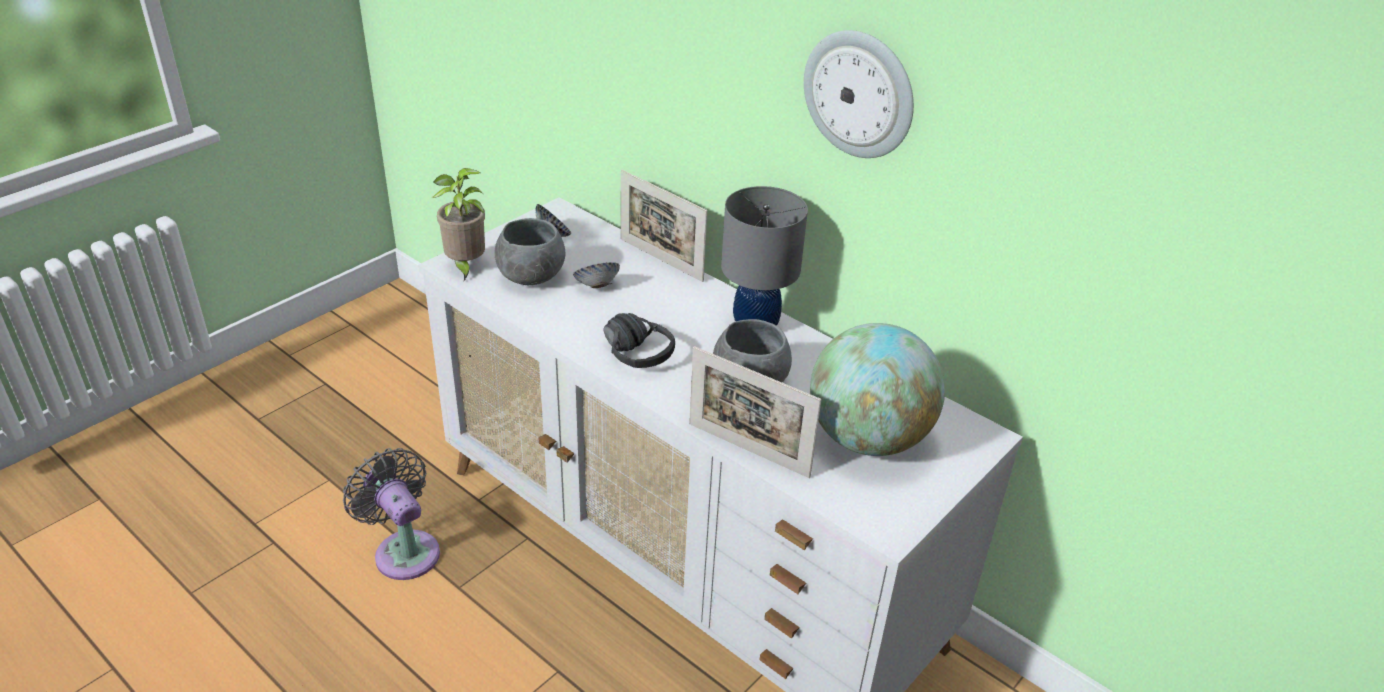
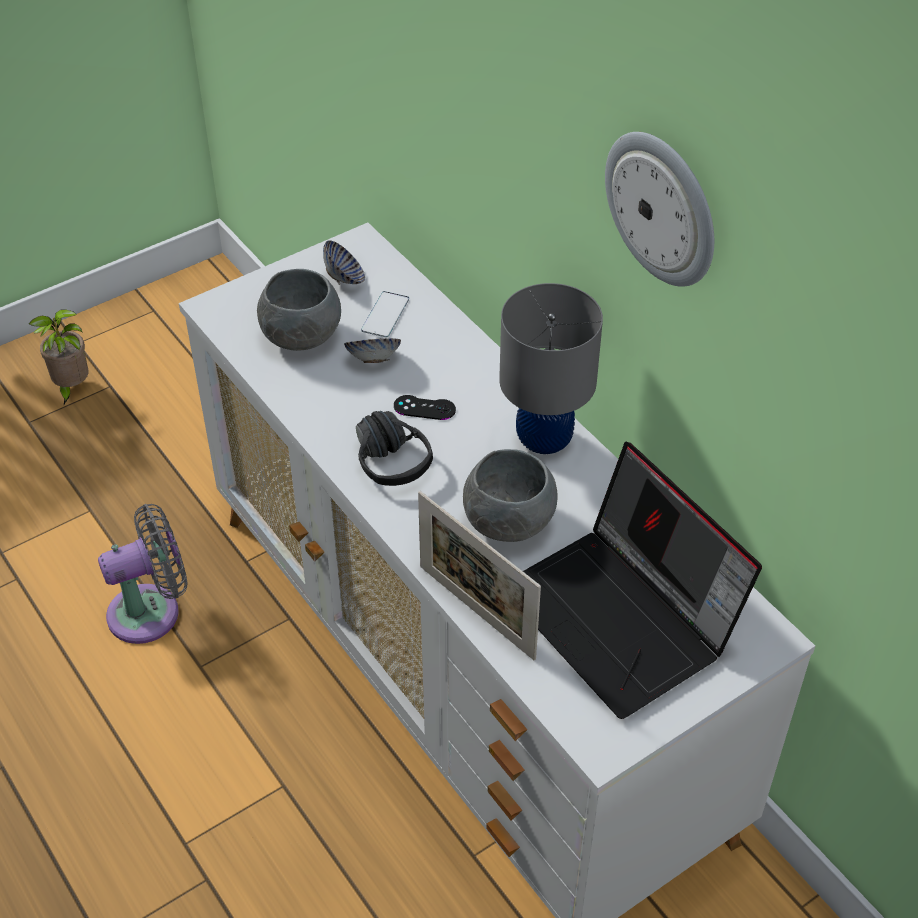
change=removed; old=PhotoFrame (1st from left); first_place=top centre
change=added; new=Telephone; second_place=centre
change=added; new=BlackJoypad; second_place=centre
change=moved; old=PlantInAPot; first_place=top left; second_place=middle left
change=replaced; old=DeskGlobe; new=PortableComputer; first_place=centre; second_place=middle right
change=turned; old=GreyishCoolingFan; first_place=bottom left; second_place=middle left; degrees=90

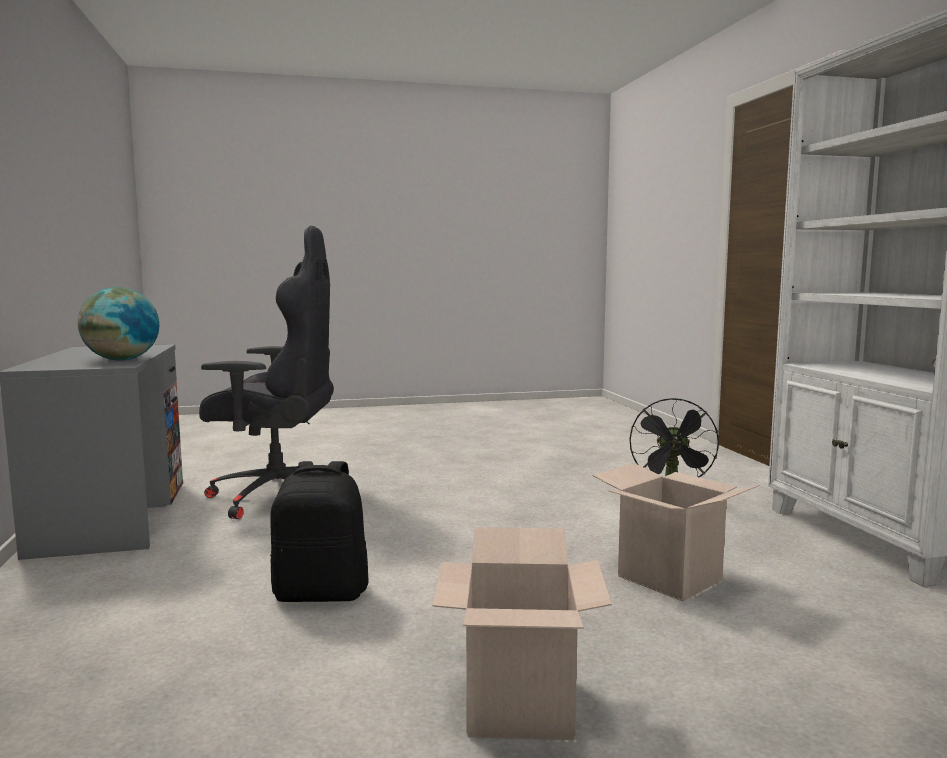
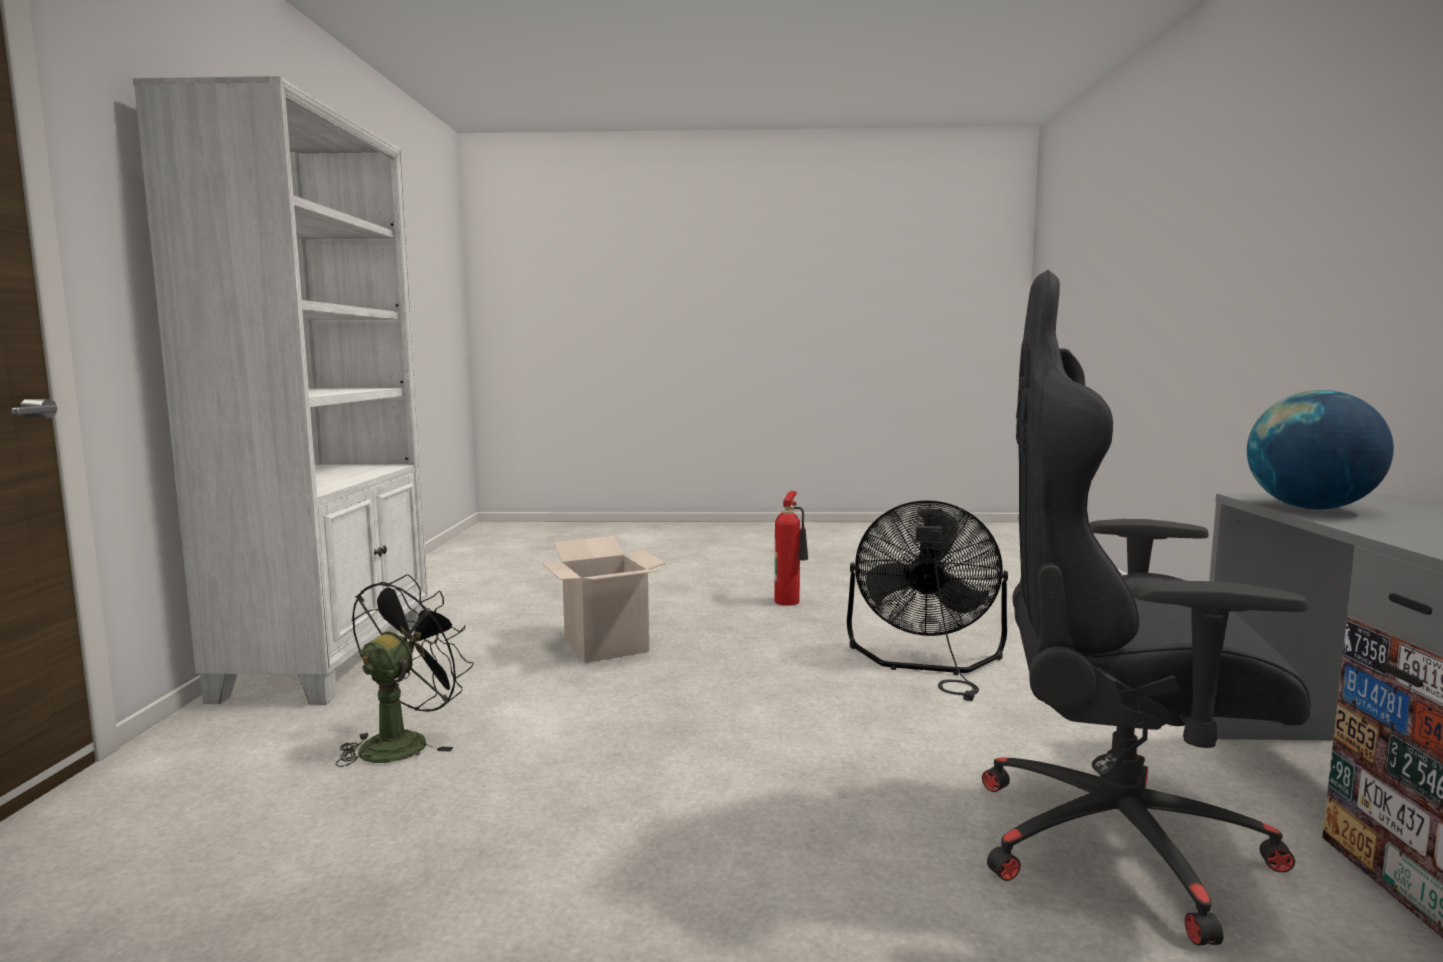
change=replaced; old=BlackBackpack; new=BlackCoolingFan (2nd from left); first_place=bottom centre; second_place=centre
change=replaced; old=Carton (1st from left); new=FireExtinguisher; first_place=bottom centre; second_place=centre

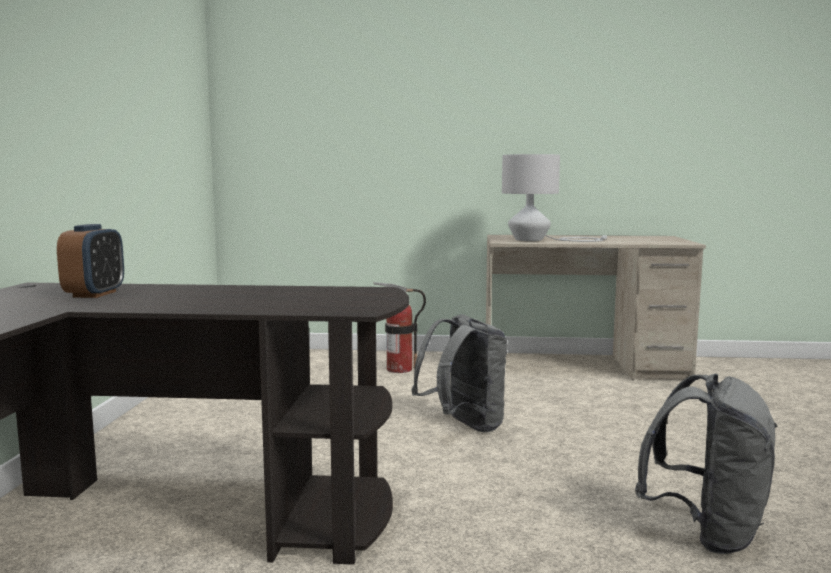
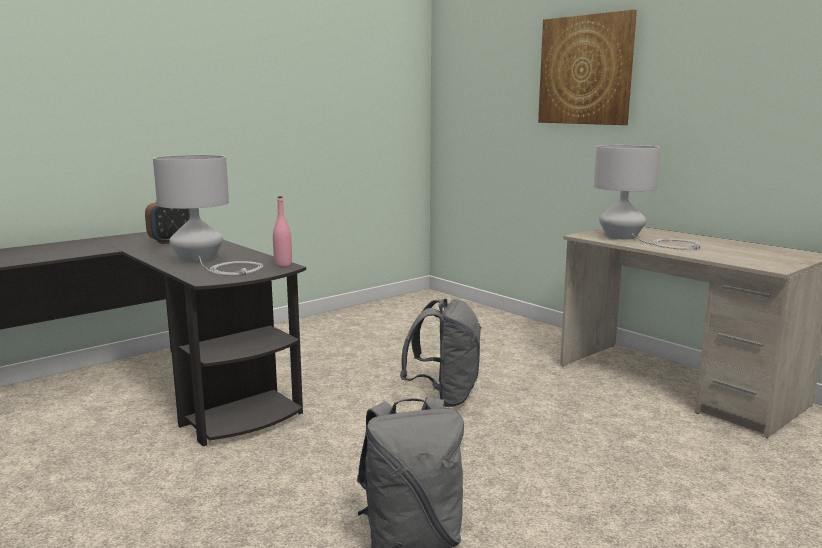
change=removed; old=FireExtinguisher; first_place=centre
change=added; new=WhiteColouredTabletopLamp (1st from left); second_place=middle left
change=added; new=PinkishBottle; second_place=centre
change=added; new=WallArt; second_place=top right

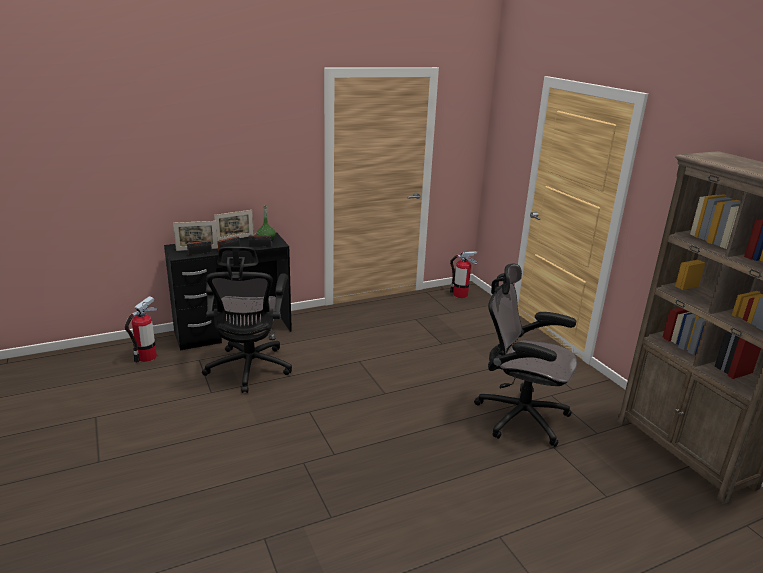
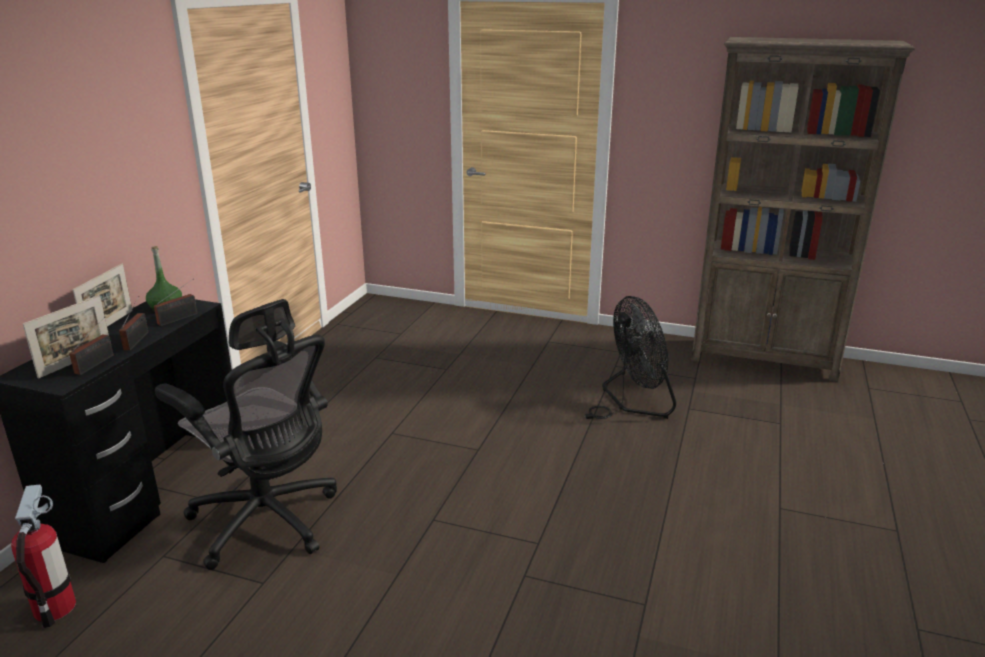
change=removed; old=FireExtinguisher (2nd from left); first_place=centre
change=replaced; old=ComputerChair (2nd from left); new=BlackCoolingFan; first_place=middle right; second_place=centre

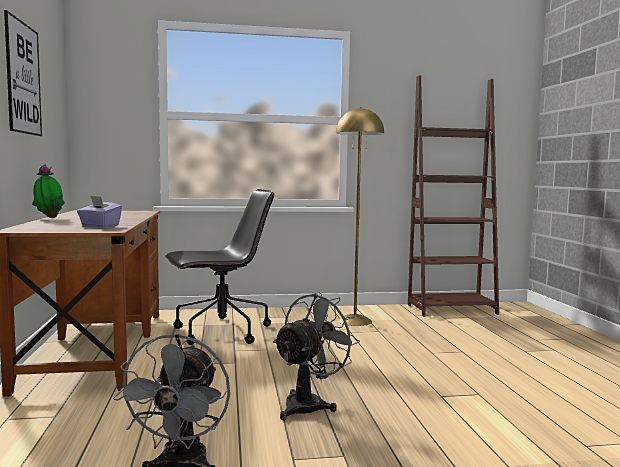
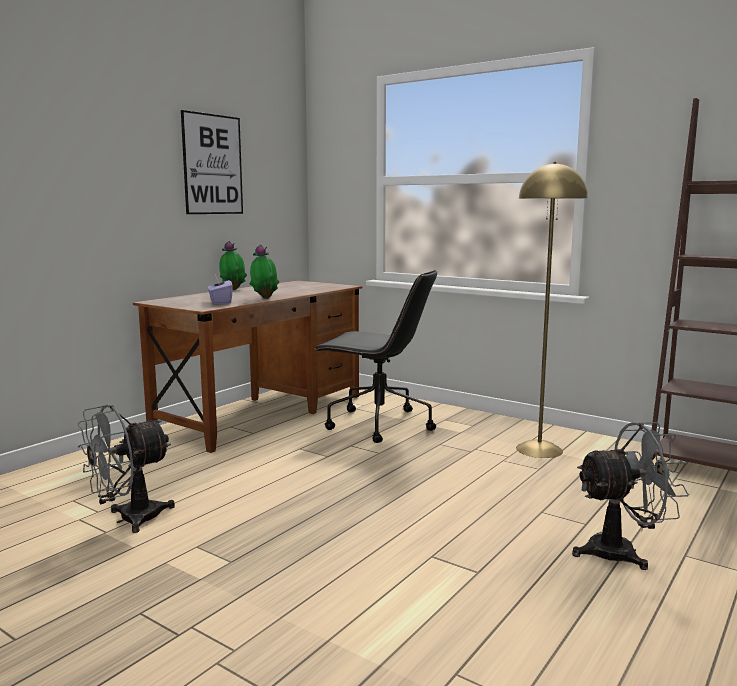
change=added; new=PlantInAPot (2nd from left); second_place=centre
change=moved; old=GreyishCoolingFan (2nd from left); first_place=bottom centre; second_place=bottom right

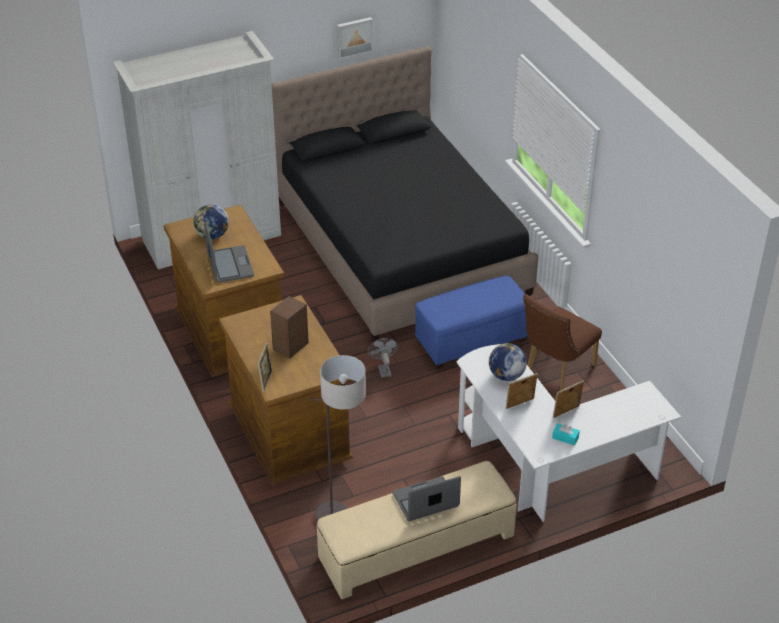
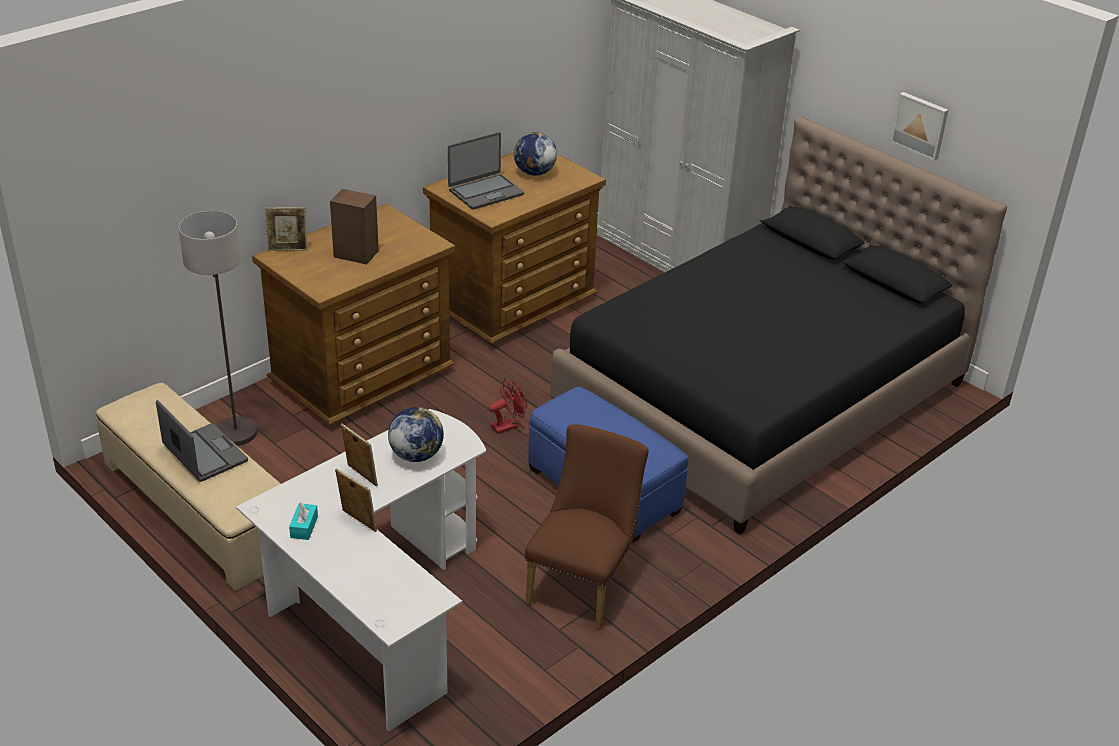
change=recoloured; old=GreyishCoolingFan; new=RedColouredCoolingFan; first_place=centre; second_place=centre
change=turned; old=BrownColouredChair; first_place=middle right; second_place=bottom centre; degrees=90

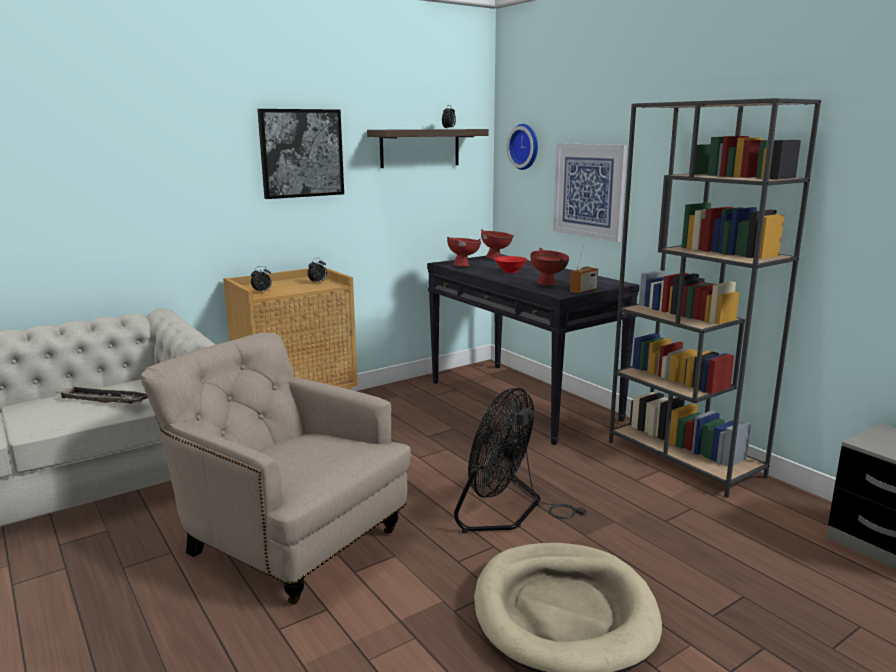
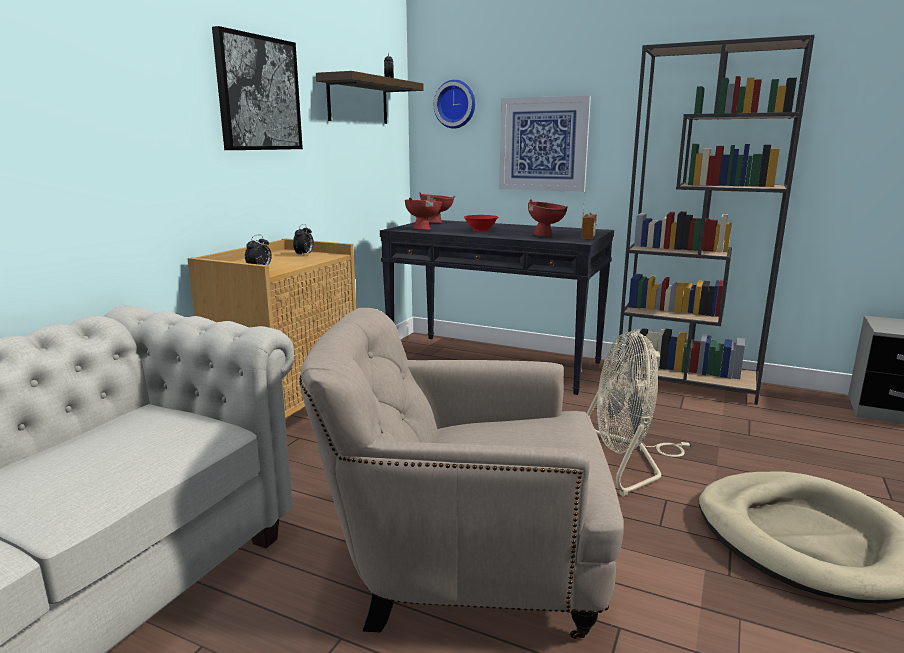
change=removed; old=Tray; first_place=middle left
change=recoloured; old=BlackCoolingFan; new=BeigeCoolingFan; first_place=bottom centre; second_place=middle right

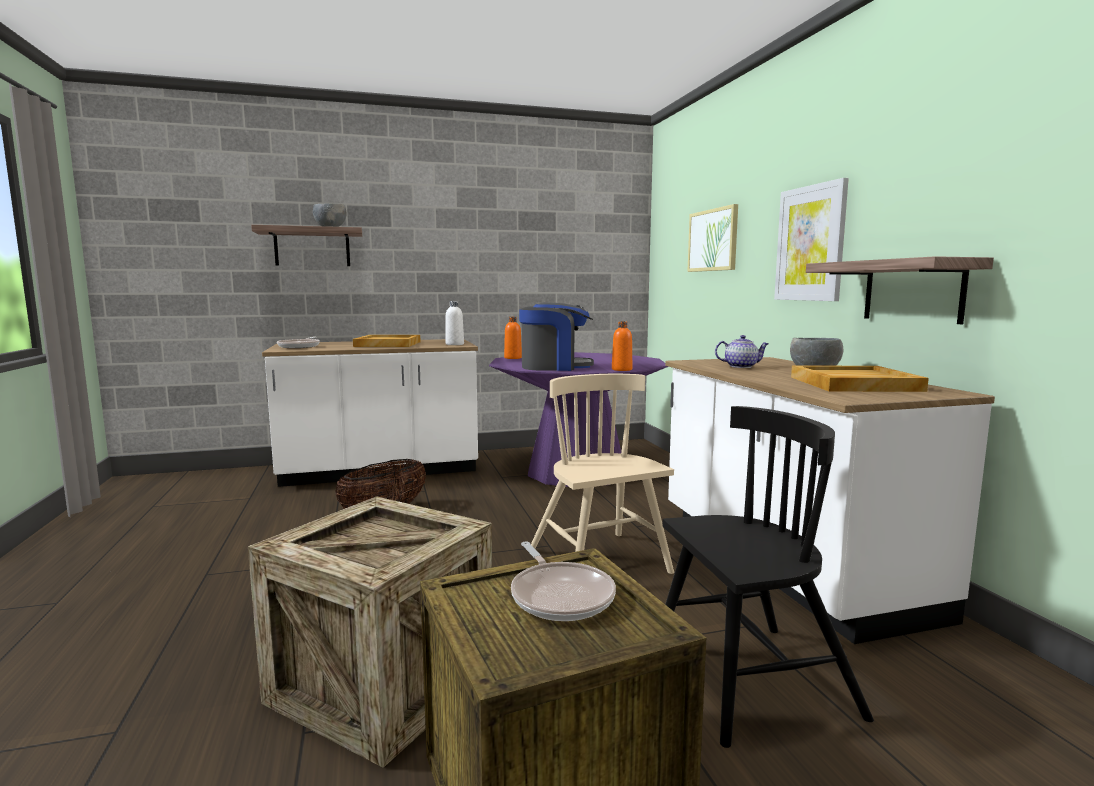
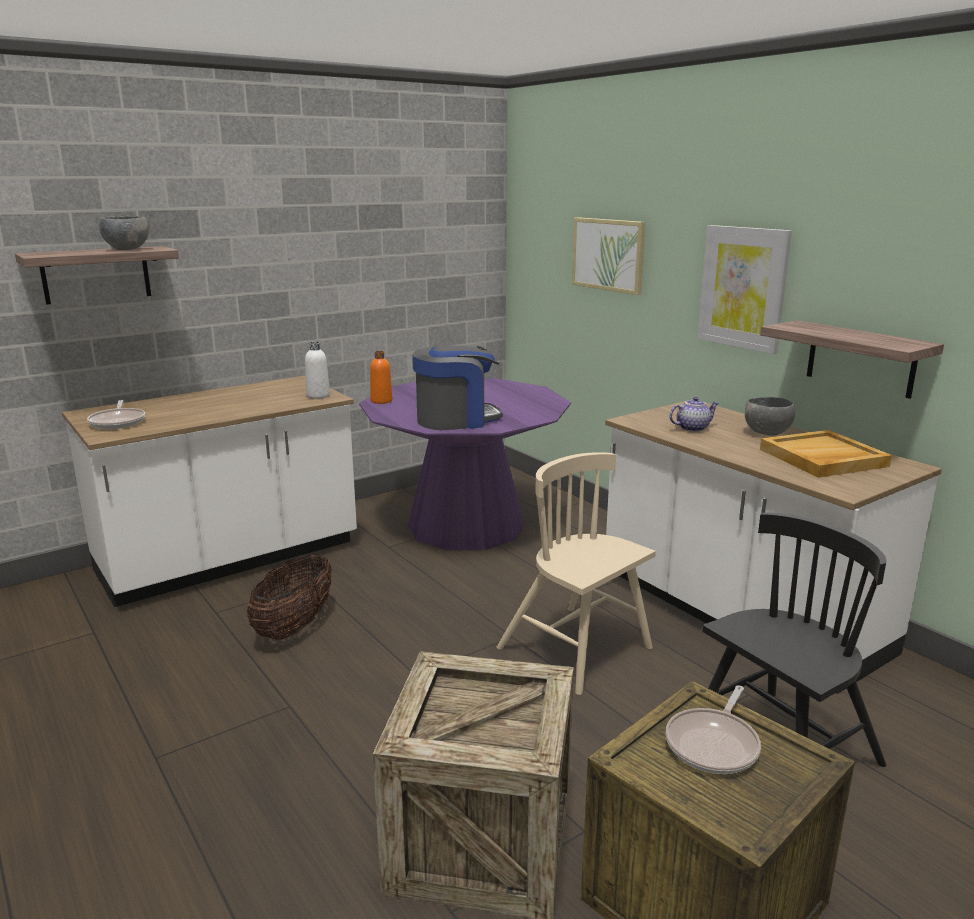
change=removed; old=BeigeTray (1st from left); first_place=centre
change=removed; old=OrangeBottle (2nd from left); first_place=centre
change=turned; old=FryingPan (2nd from left); first_place=bottom centre; second_place=bottom right; degrees=75

